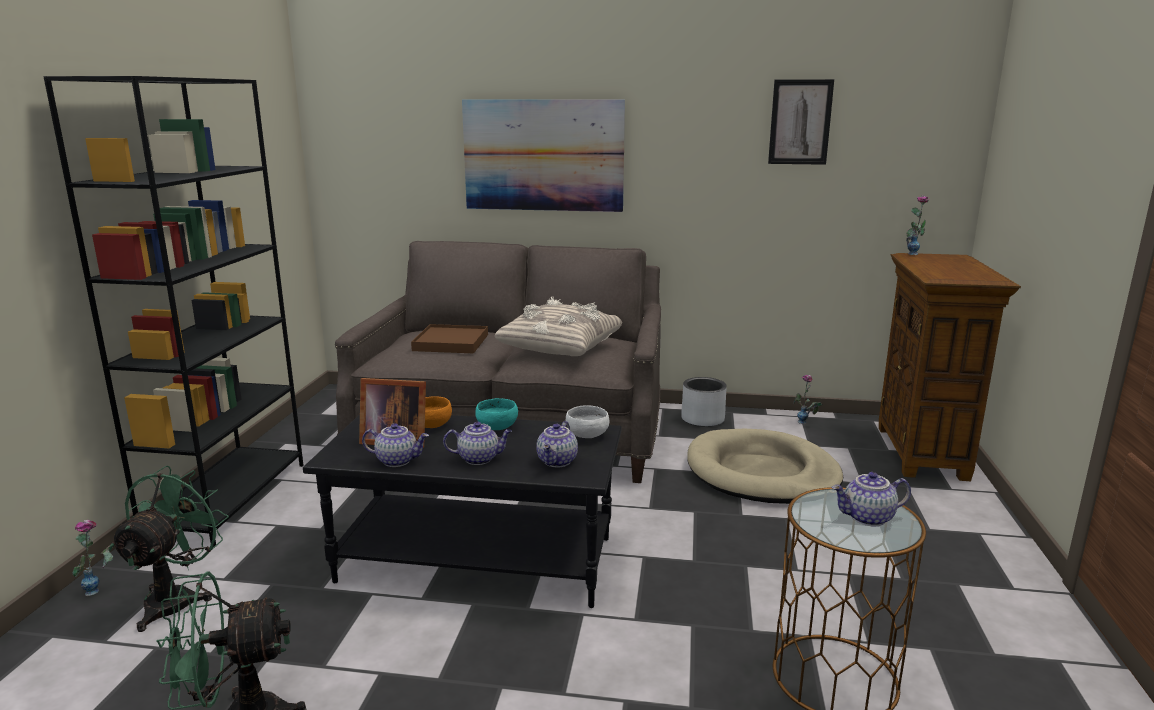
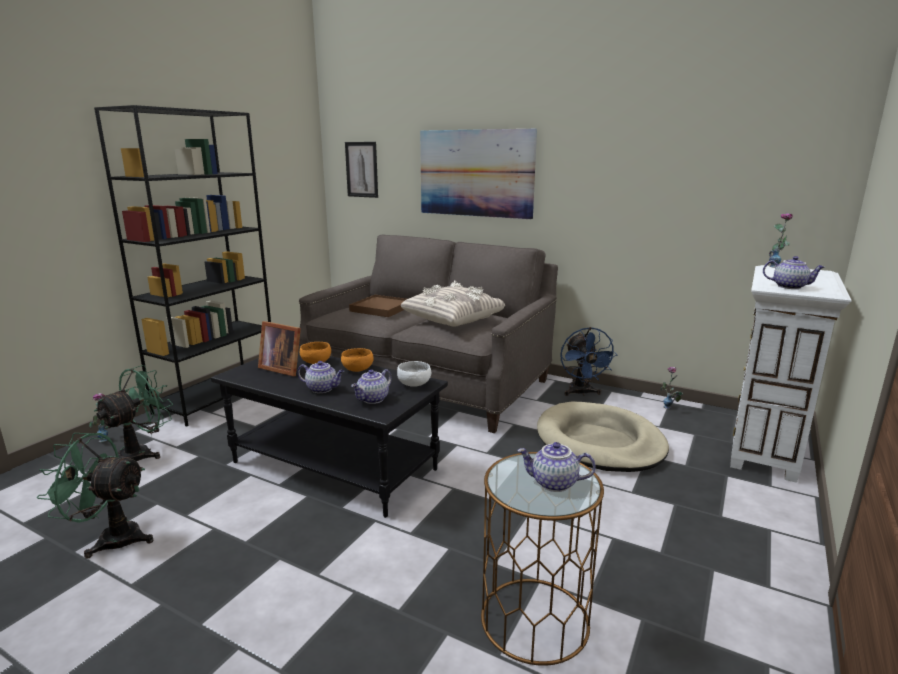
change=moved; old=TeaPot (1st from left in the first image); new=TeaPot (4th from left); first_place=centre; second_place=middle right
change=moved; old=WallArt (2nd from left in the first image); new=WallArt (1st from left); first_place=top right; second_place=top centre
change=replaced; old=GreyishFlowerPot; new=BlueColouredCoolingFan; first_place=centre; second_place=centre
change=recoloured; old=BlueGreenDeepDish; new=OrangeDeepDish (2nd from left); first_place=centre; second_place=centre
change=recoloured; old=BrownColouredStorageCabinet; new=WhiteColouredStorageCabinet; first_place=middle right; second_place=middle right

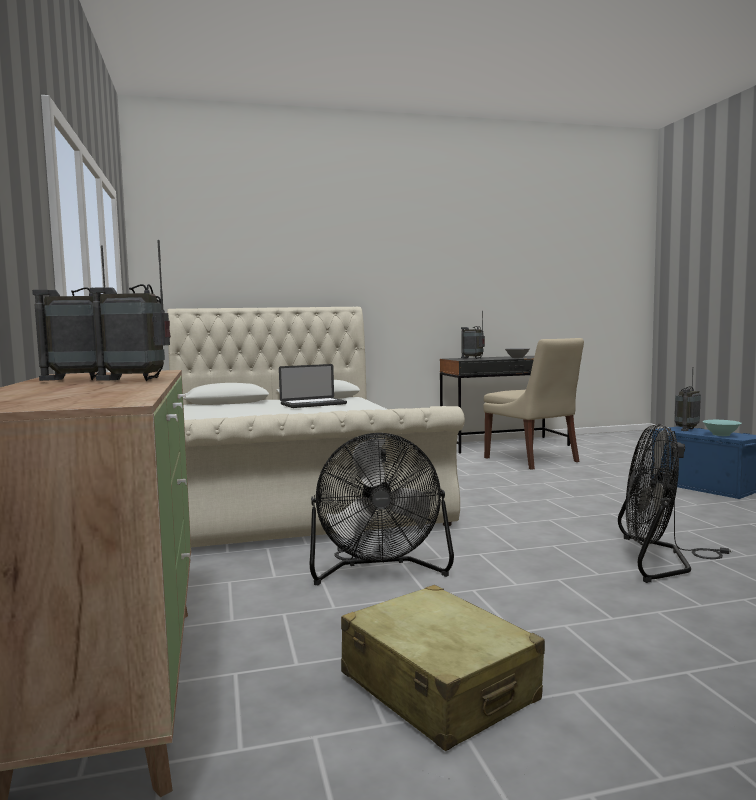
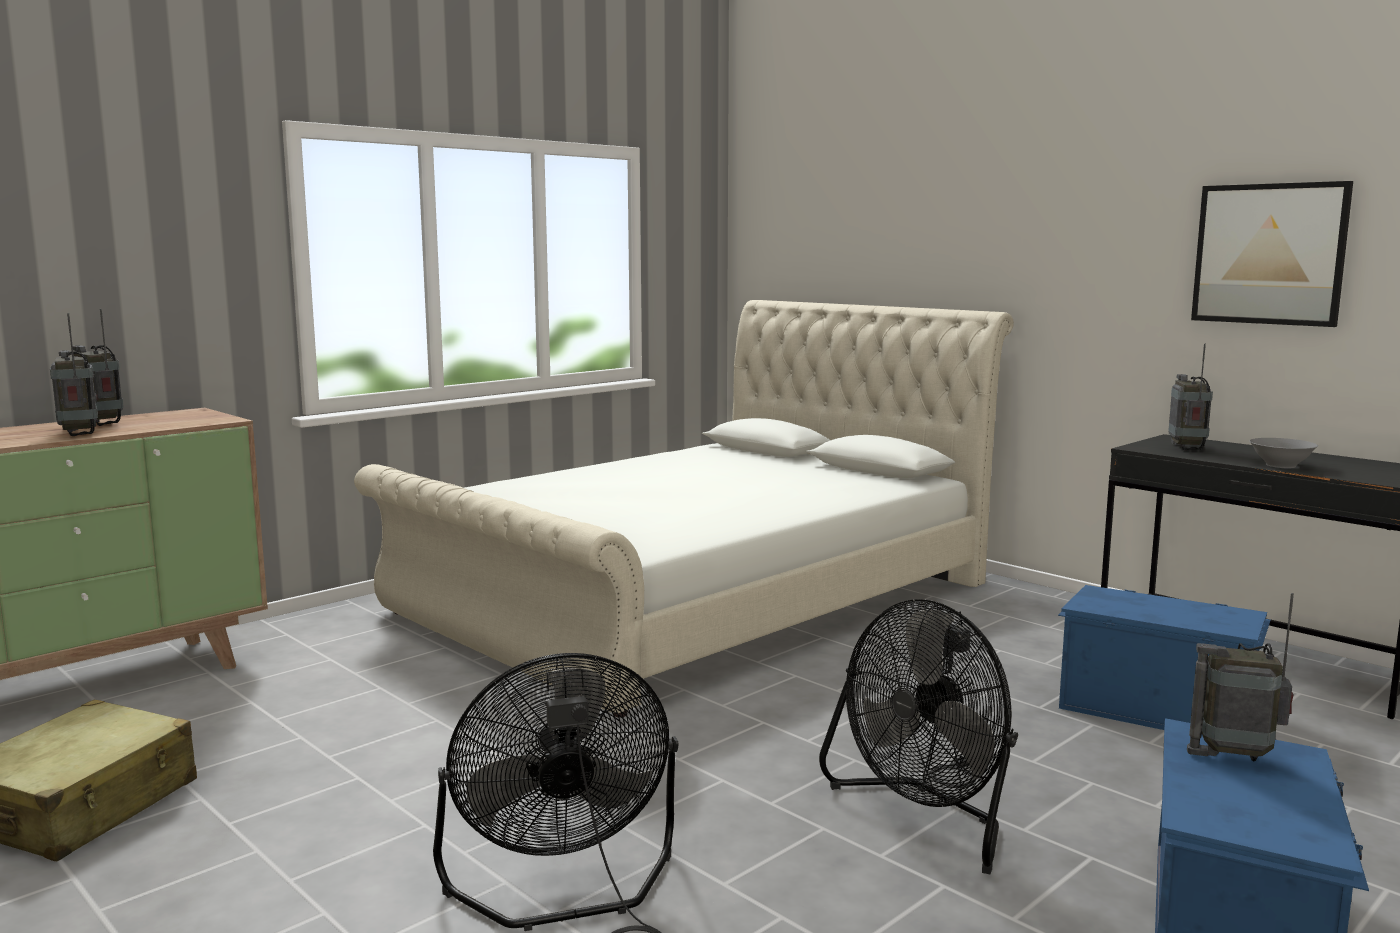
change=removed; old=PortableComputer; first_place=centre
change=removed; old=BlueGreenDeepDish; first_place=middle right
change=added; new=WallArt; second_place=top right
change=moved; old=BlackCoolingFan (1st from left in the first image); new=BlackCoolingFan (2nd from left); first_place=centre; second_place=bottom centre
change=replaced; old=BeigeChair; new=BlueColouredStorageBin (1st from left); first_place=middle right; second_place=bottom right

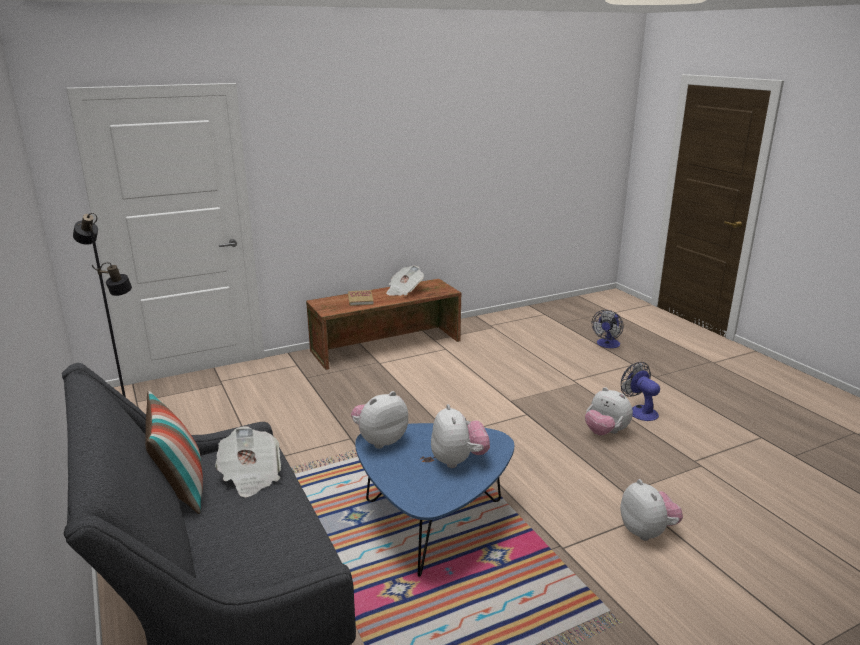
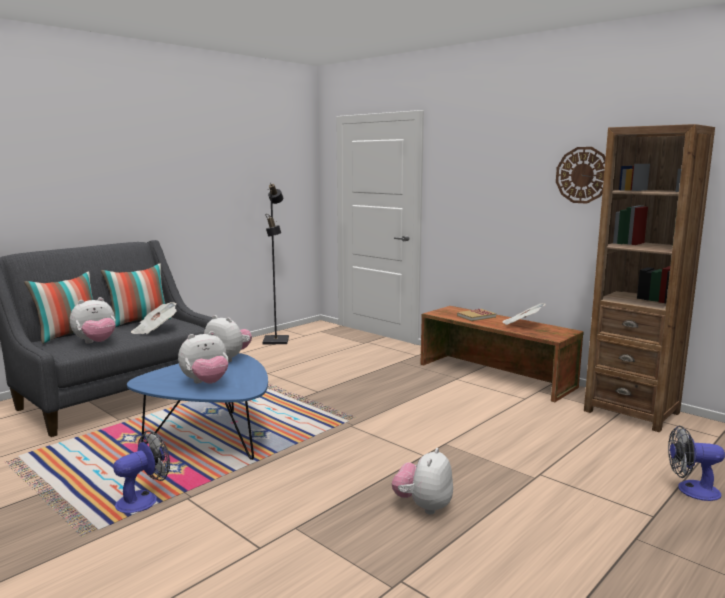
change=added; new=ThrowPillow (1st from left); second_place=middle left
change=added; new=ClockOnTheWall; second_place=top right
change=added; new=BrownColouredShelvingUnit; second_place=middle right
change=moved; old=CuddlyToy (4th from left in the first image); new=CuddlyToy (1st from left); first_place=bottom right; second_place=middle left
change=moved; old=CoolingFan (2nd from left in the first image); new=CoolingFan (1st from left); first_place=middle right; second_place=bottom left

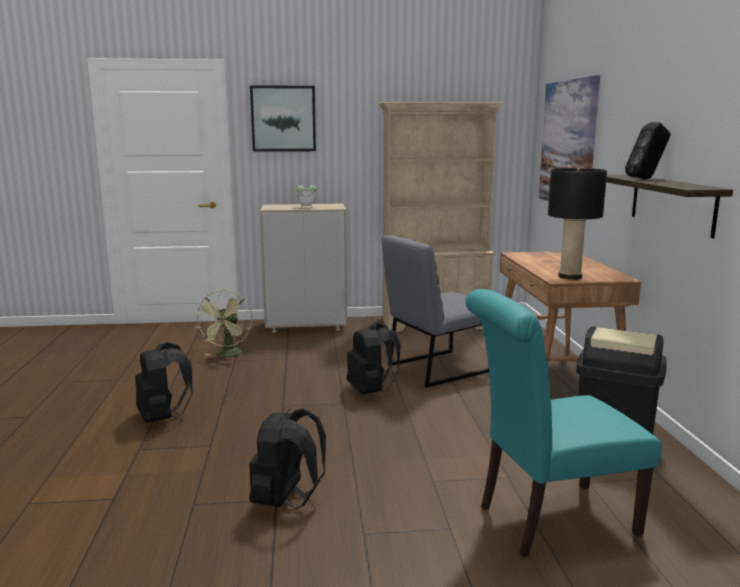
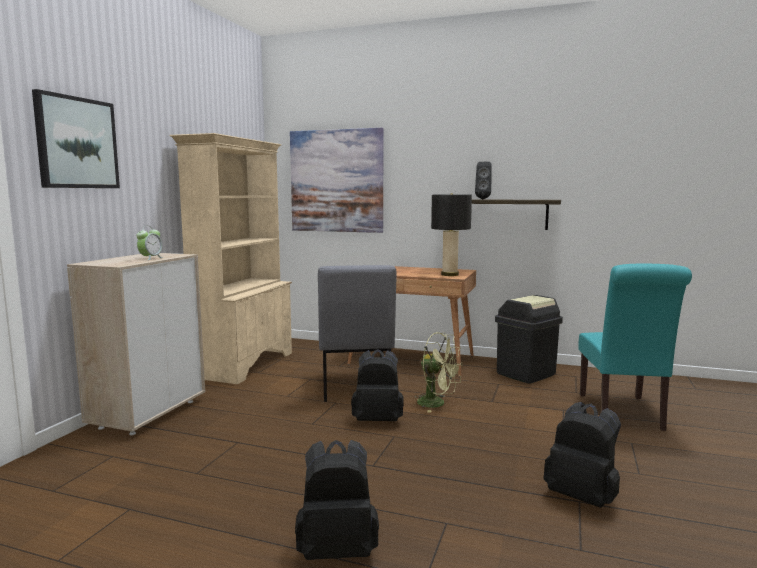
change=moved; old=GreenCoolingFan; first_place=middle left; second_place=centre

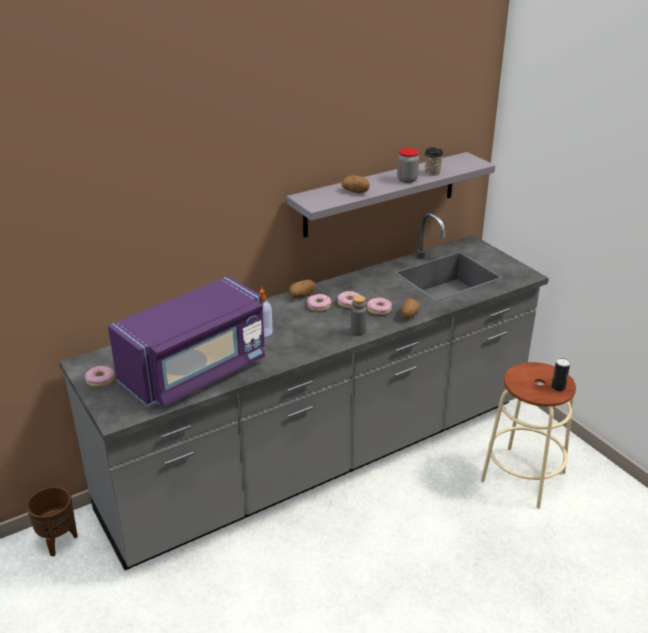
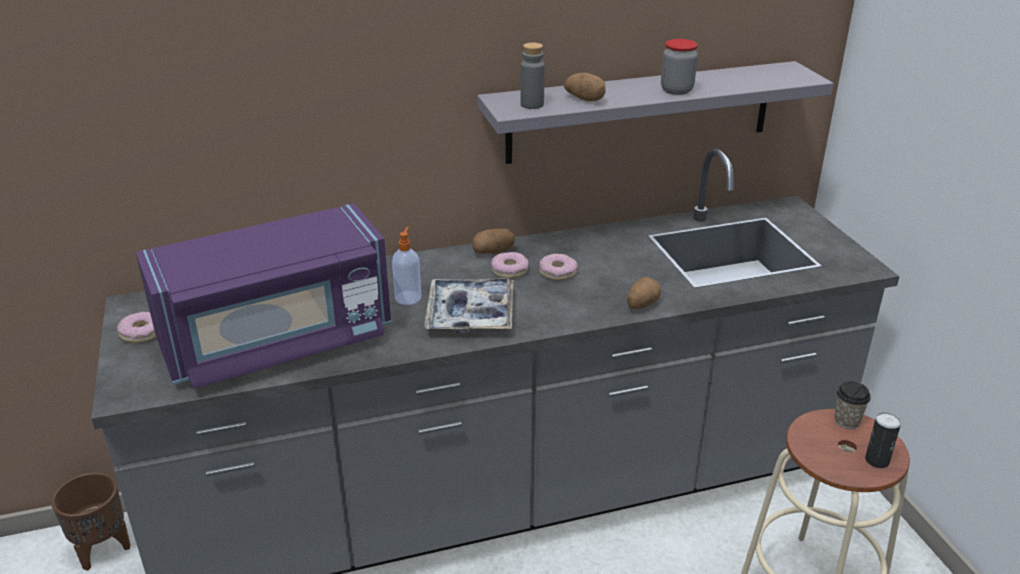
change=removed; old=RingDoughnut (4th from left); first_place=centre
change=added; new=Tray; second_place=centre
change=moved; old=GreyishBottle; first_place=centre; second_place=top centre
change=moved; old=SmallCup; first_place=top right; second_place=bottom right

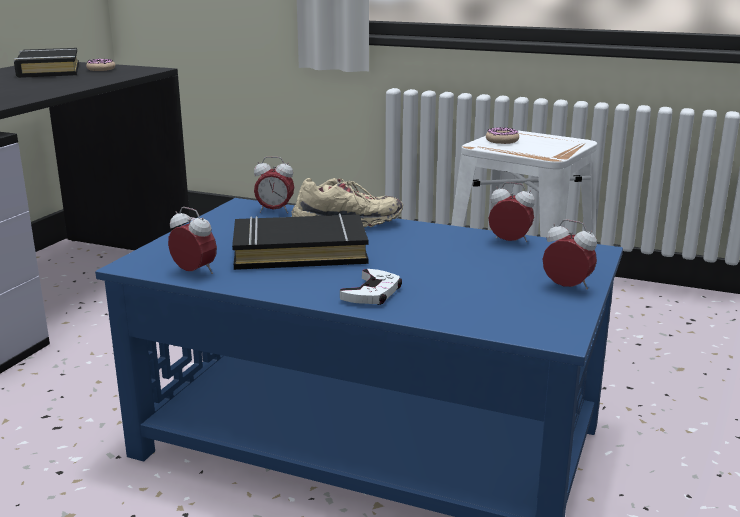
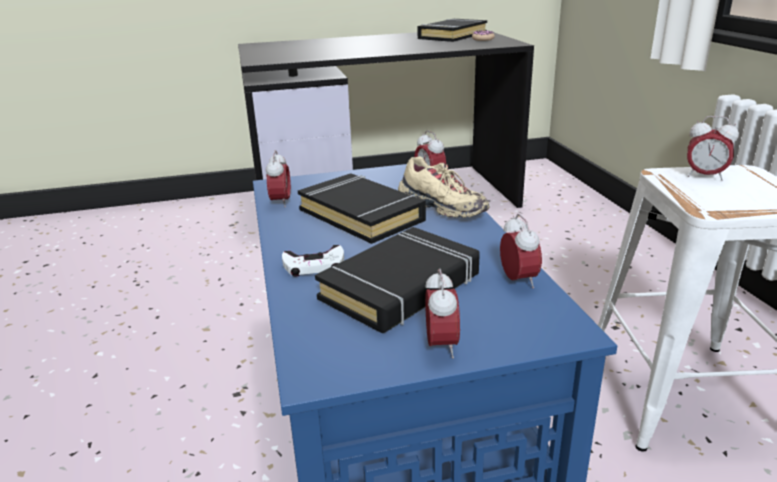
change=added; new=BlackBook (2nd from left); second_place=centre
change=replaced; old=RingDoughnut (2nd from left); new=TableClock (5th from left); first_place=top right; second_place=top right

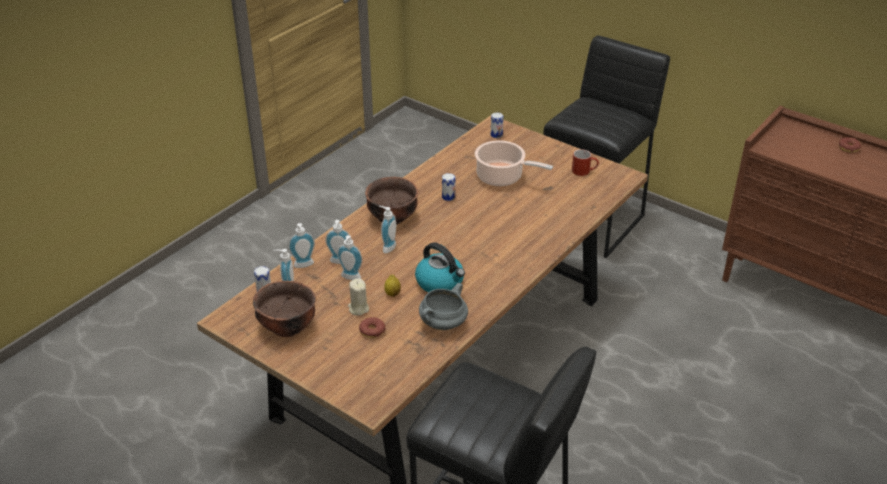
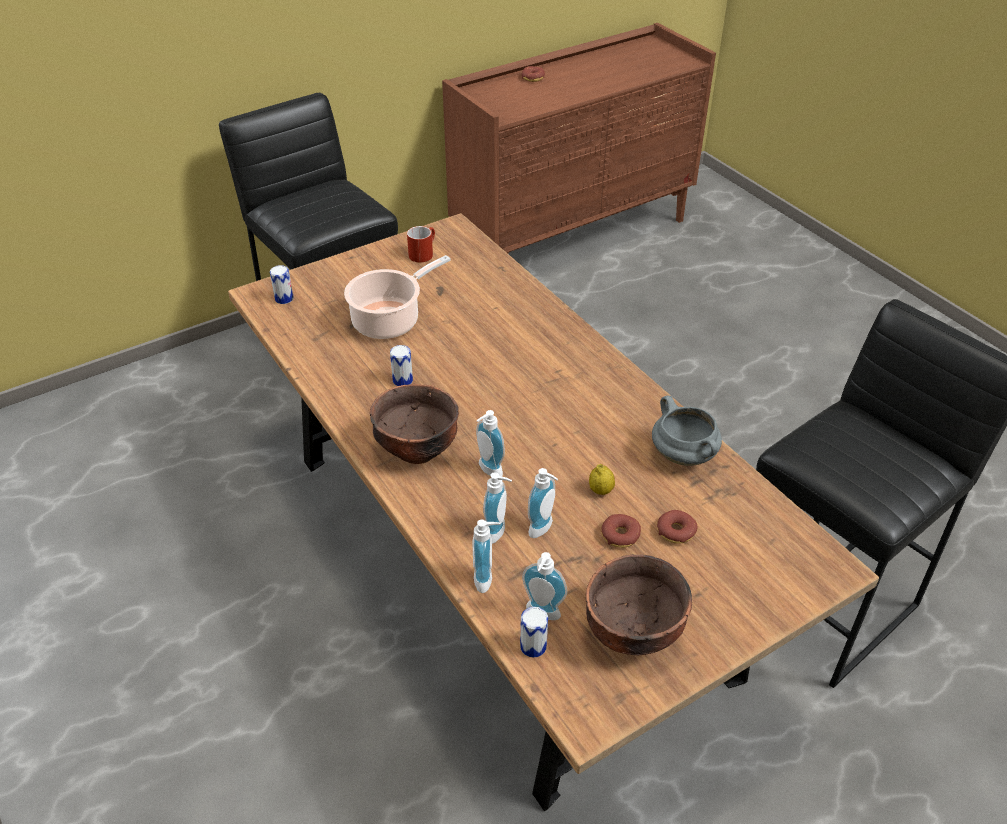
change=removed; old=WaterKettle; first_place=centre
change=replaced; old=BeigeWaxCandle; new=RingDoughnut (2nd from left); first_place=centre; second_place=centre

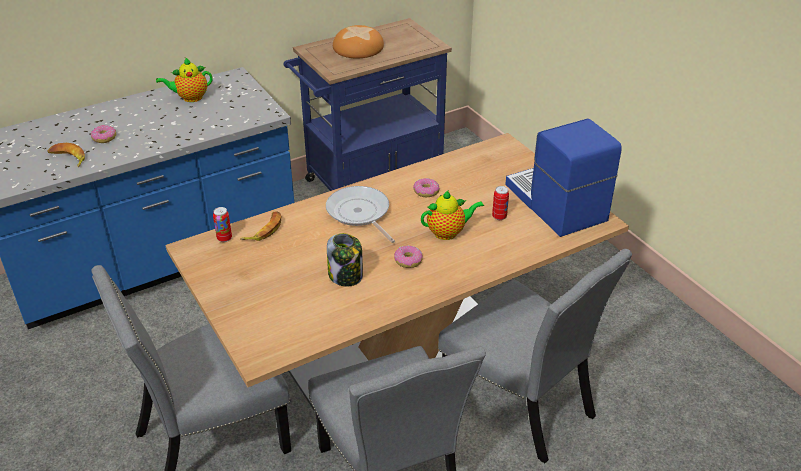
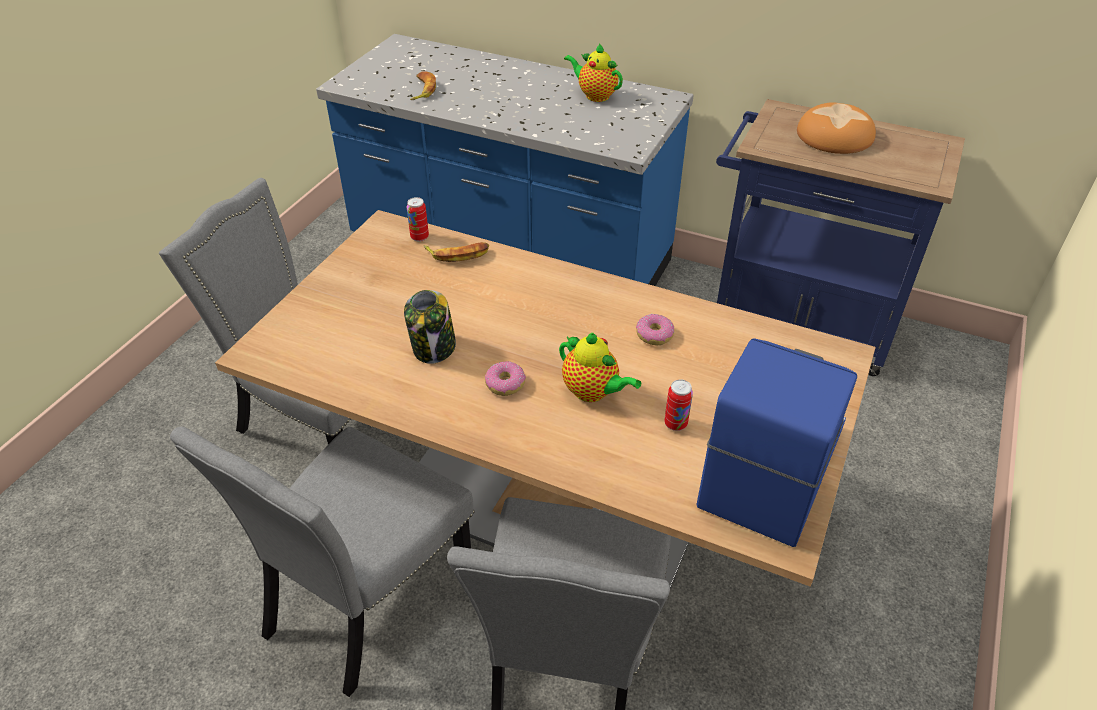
change=removed; old=RingDoughnut (1st from left); first_place=top left
change=removed; old=FryingPan; first_place=centre

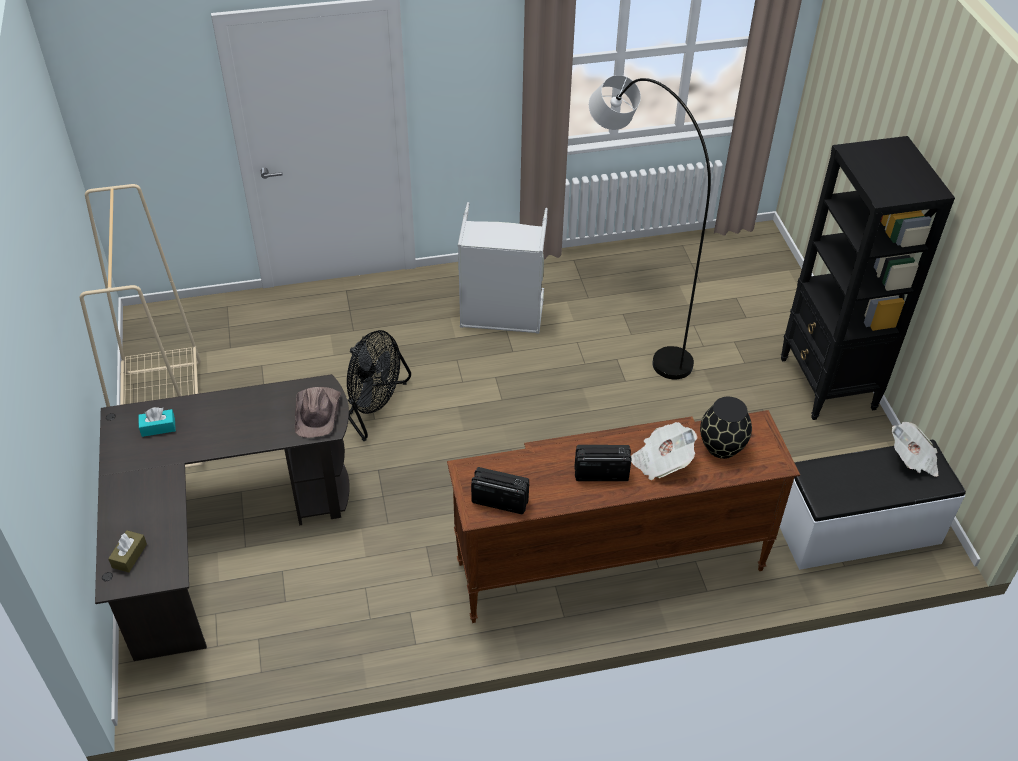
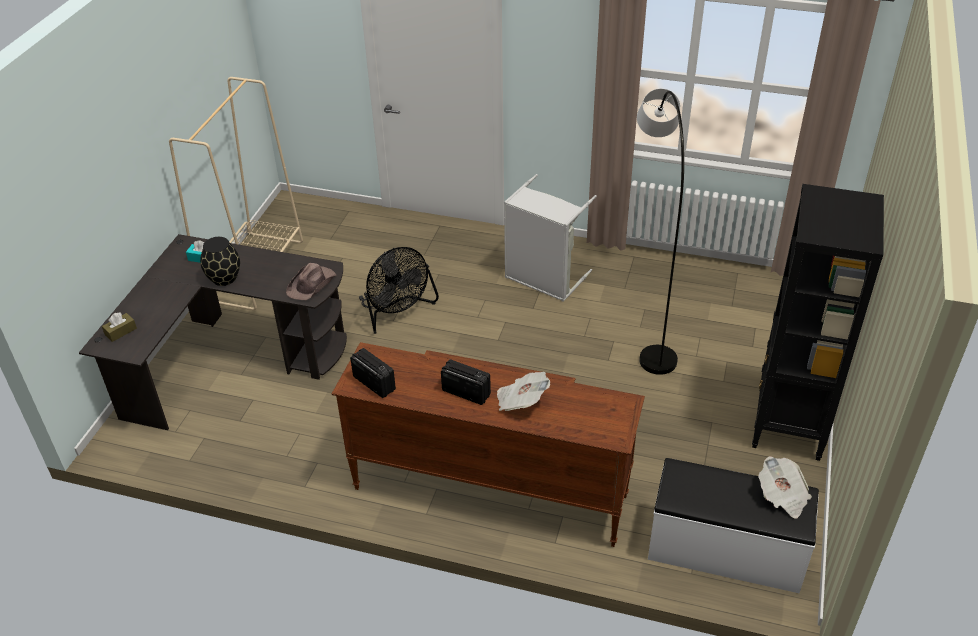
change=moved; old=BlackVase; first_place=middle right; second_place=middle left

